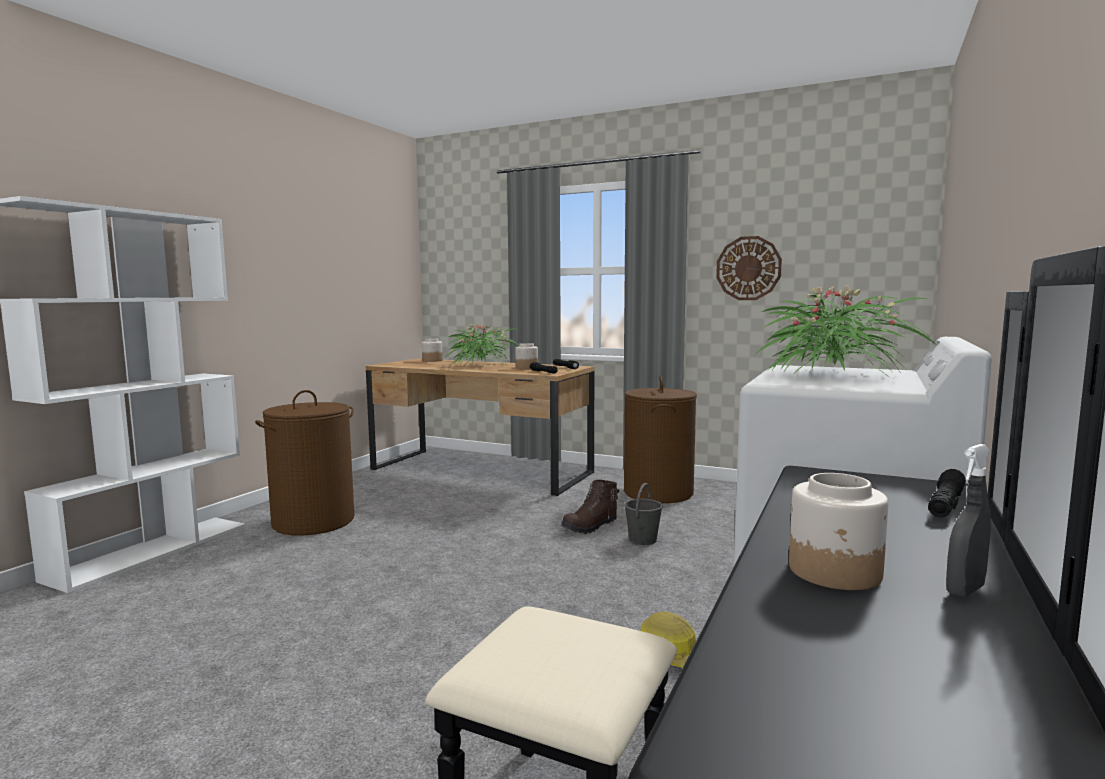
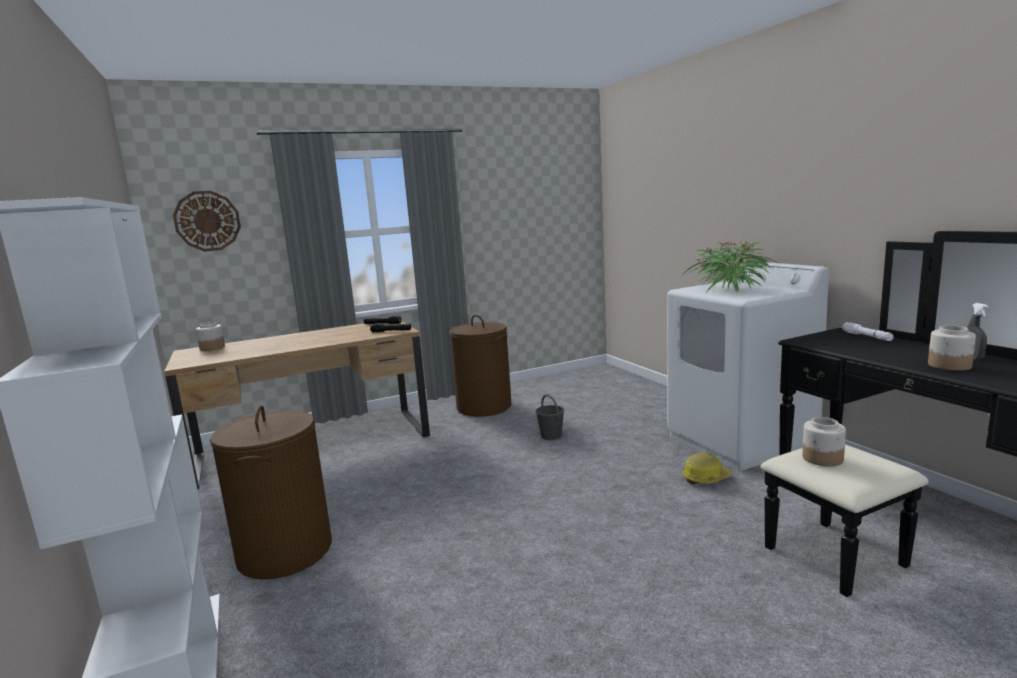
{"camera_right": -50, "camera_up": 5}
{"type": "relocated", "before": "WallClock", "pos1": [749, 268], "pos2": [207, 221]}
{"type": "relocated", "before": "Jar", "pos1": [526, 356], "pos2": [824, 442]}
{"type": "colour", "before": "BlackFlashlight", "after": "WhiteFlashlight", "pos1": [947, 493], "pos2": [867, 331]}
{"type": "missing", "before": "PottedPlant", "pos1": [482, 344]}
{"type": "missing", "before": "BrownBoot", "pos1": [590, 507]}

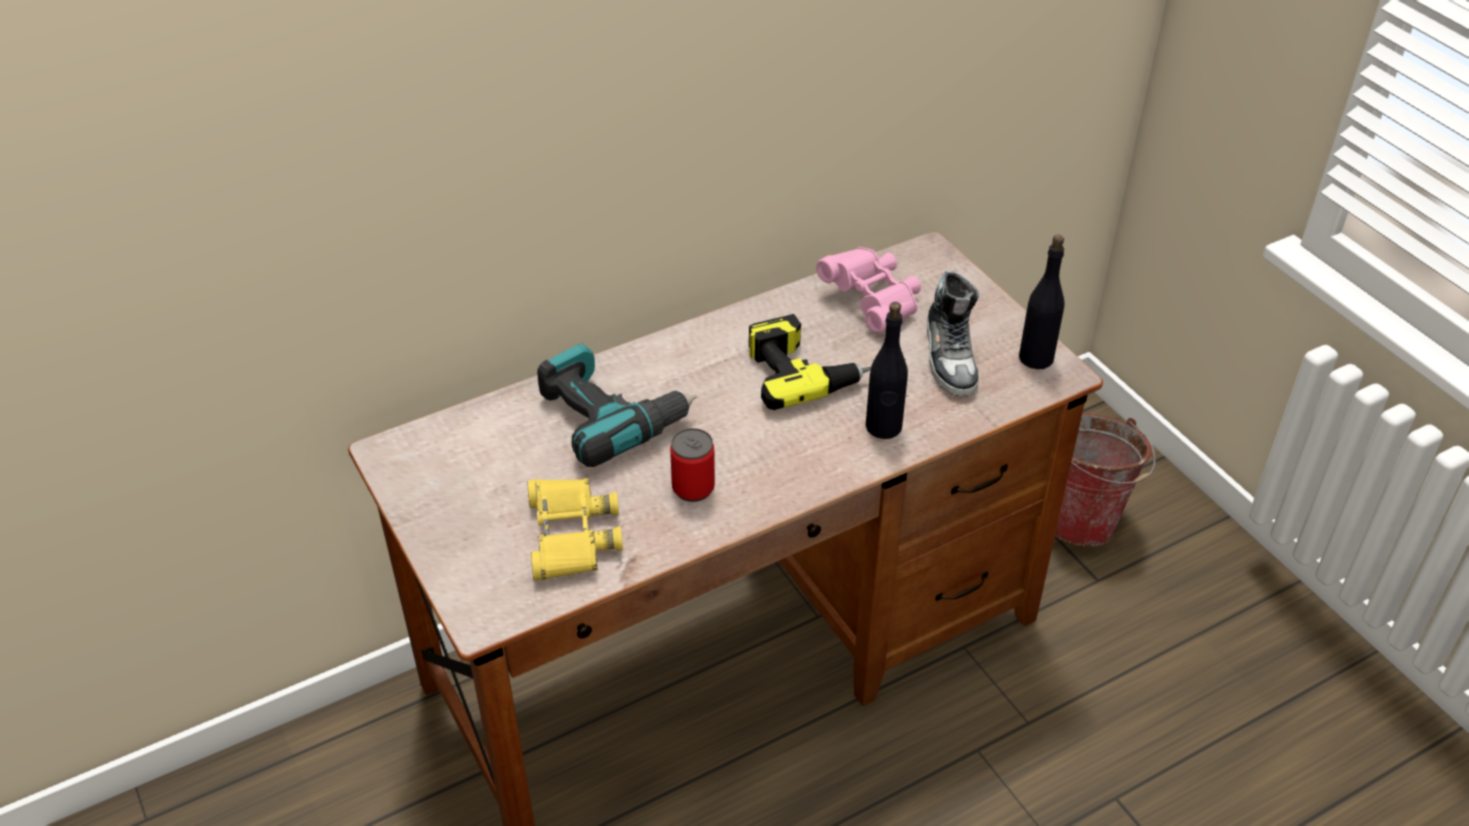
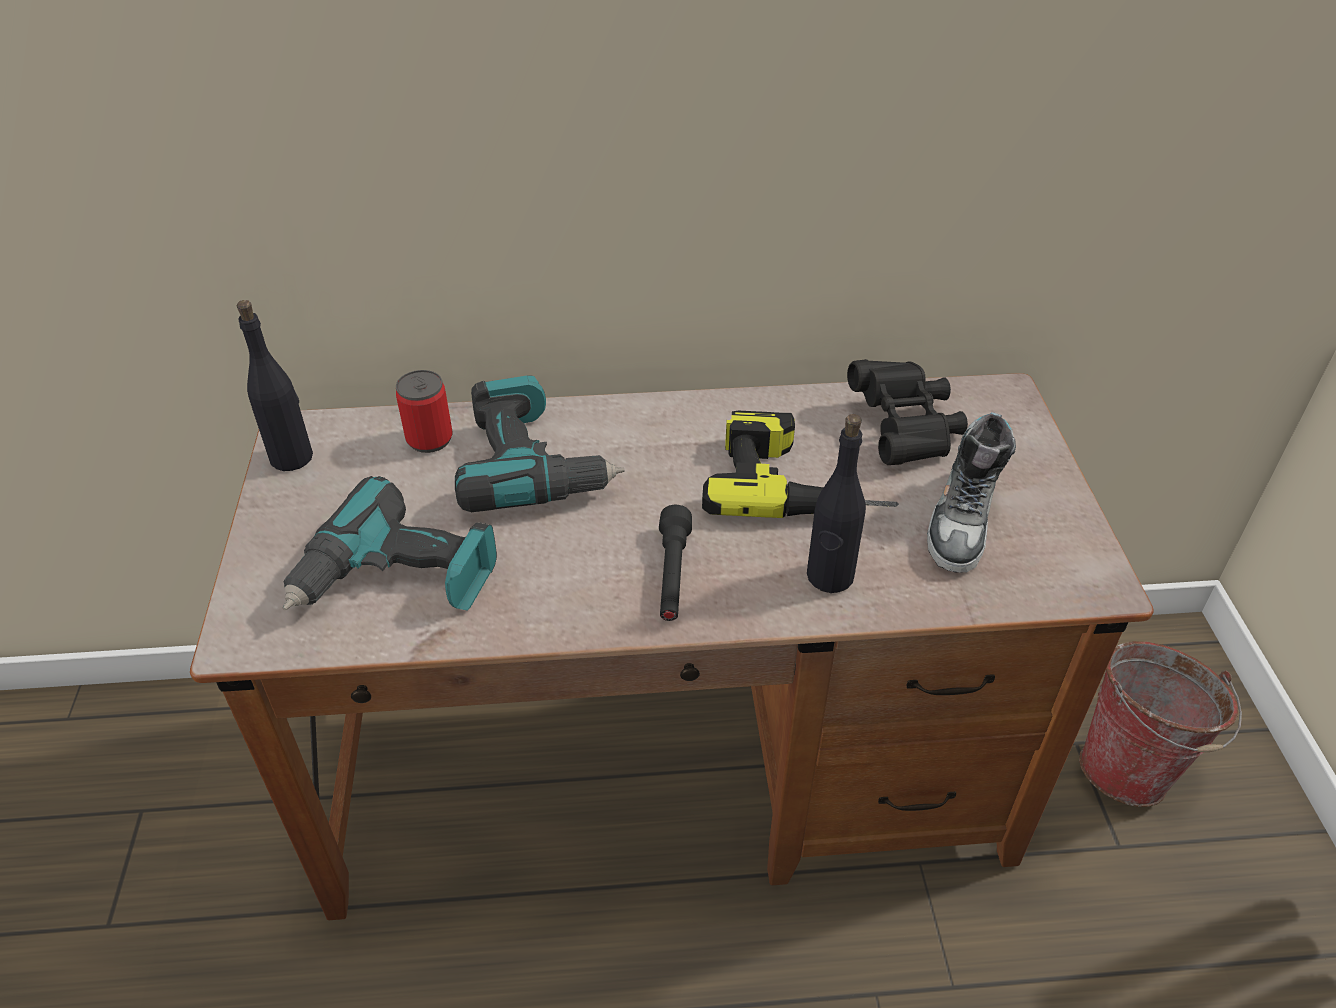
{"camera_right": 25, "camera_up": 0}
{"type": "relocated", "before": "BlackBottle", "pos1": [1042, 302], "pos2": [275, 385]}
{"type": "exchanged", "before": "YellowBinoculars", "after": "PowerDrill", "pos1": [575, 529], "pos2": [389, 543]}
{"type": "relocated", "before": "Can", "pos1": [692, 465], "pos2": [424, 411]}
{"type": "appeared", "after": "BlackFlashlight", "pos2": [675, 563]}
{"type": "colour", "before": "PinkBinoculars", "after": "BlackBinoculars", "pos1": [868, 290], "pos2": [907, 412]}

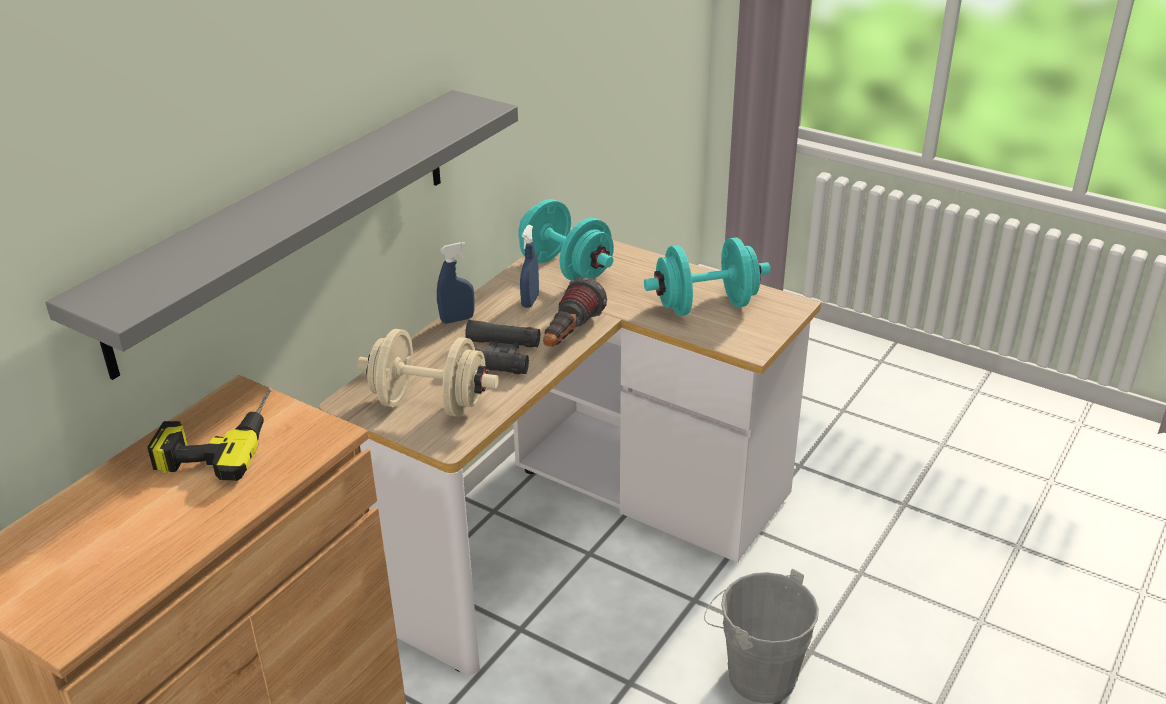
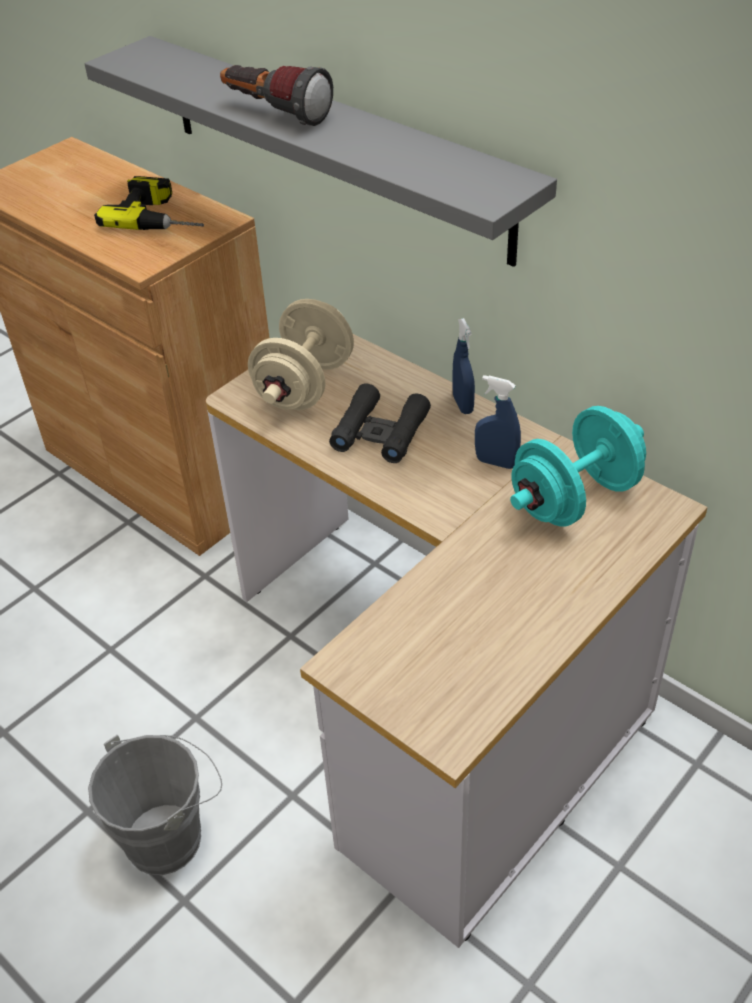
{"camera_right": 100, "camera_up": 10}
{"type": "relocated", "before": "Flashlight", "pos1": [575, 312], "pos2": [276, 95]}
{"type": "missing", "before": "TurquoiseDumbbell", "pos1": [707, 277]}

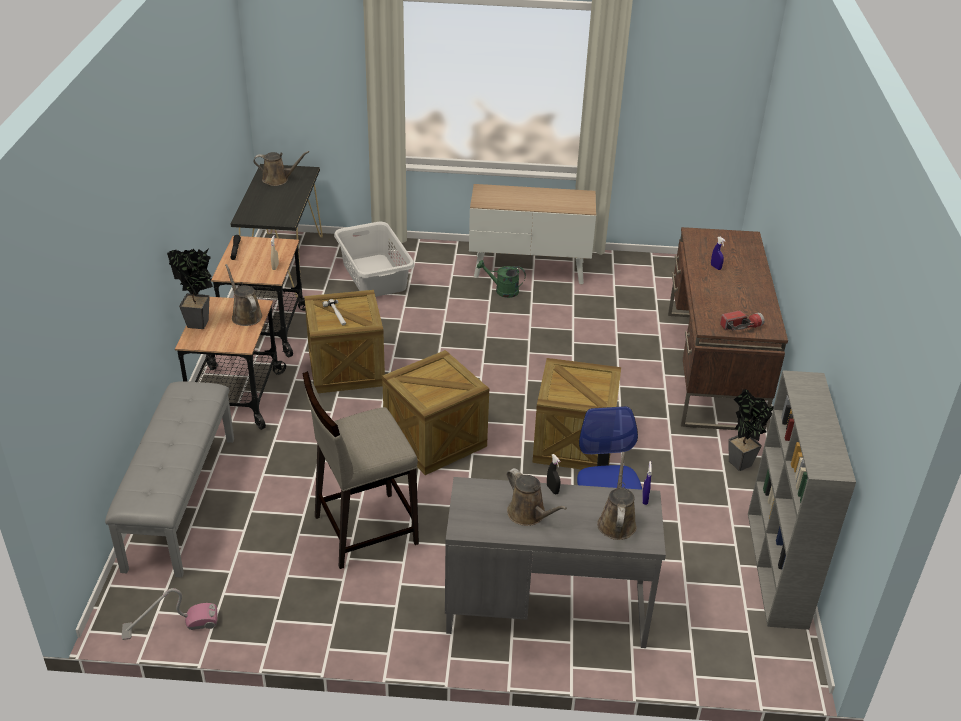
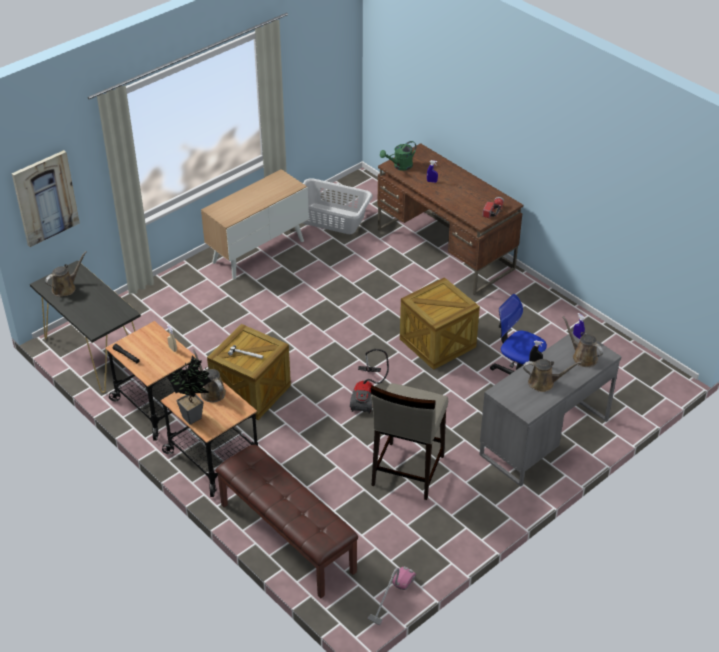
{"camera_right": -45, "camera_up": 5}
{"type": "appeared", "after": "Picture", "pos2": [46, 198]}
{"type": "spun", "before": "BrownWateringCan", "pos1": [243, 295], "pos2": [209, 375], "turn": 45}
{"type": "colour", "before": "GreyBench", "after": "BrownBench", "pos1": [169, 479], "pos2": [286, 521]}
{"type": "relocated", "before": "GreyLaundryBasket", "pos1": [374, 259], "pos2": [338, 206]}
{"type": "exchanged", "before": "Crate", "after": "VacuumCleaner", "pos1": [435, 412], "pos2": [369, 381]}
{"type": "relocated", "before": "GreenWateringCan", "pos1": [501, 279], "pos2": [398, 156]}
{"type": "missing", "before": "PottedPlant", "pos1": [751, 430]}
{"type": "missing", "before": "GreyBookcase", "pos1": [802, 500]}

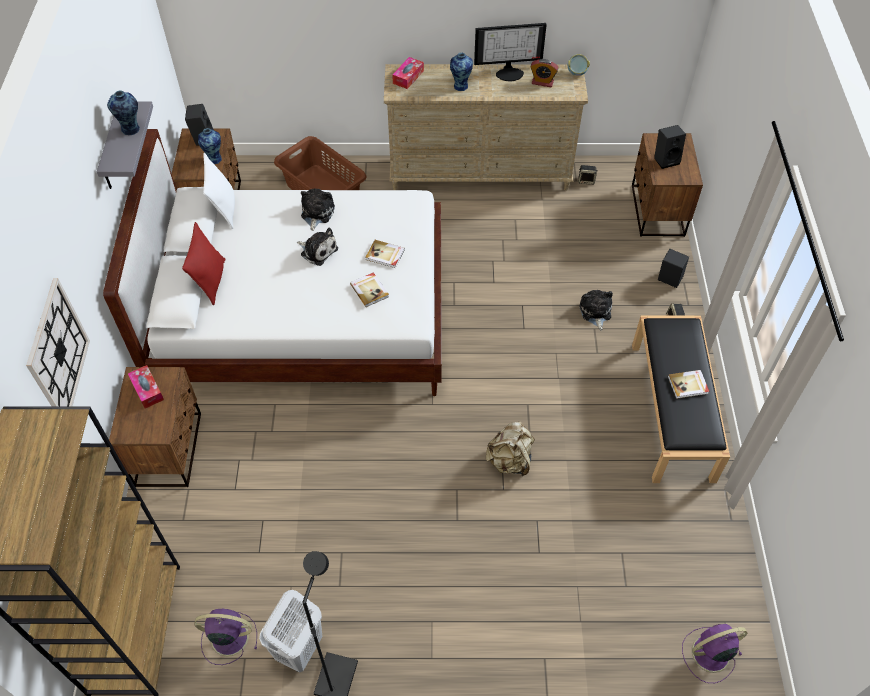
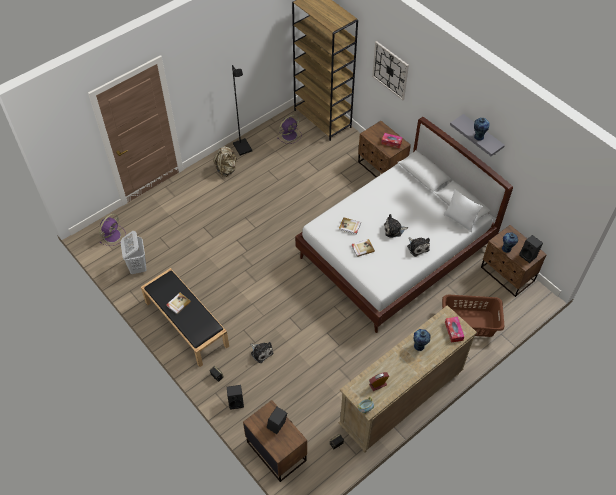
{"camera_right": 140, "camera_up": 0}
{"type": "relocated", "before": "WhiteLaundryBasket", "pos1": [290, 631], "pos2": [133, 252]}
{"type": "relocated", "before": "BeigeBackpack", "pos1": [510, 449], "pos2": [225, 161]}
{"type": "missing", "before": "RedPillow", "pos1": [204, 263]}
{"type": "missing", "before": "Monitor", "pos1": [510, 52]}

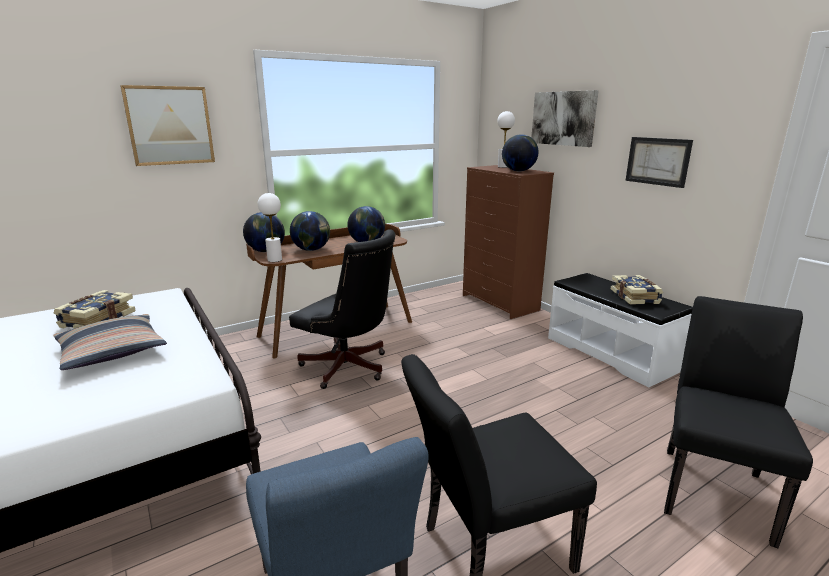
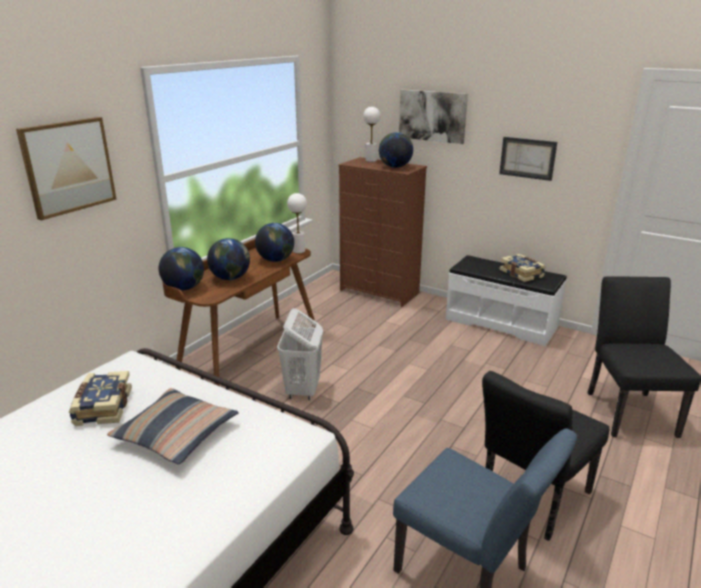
{"camera_right": -25, "camera_up": 5}
{"type": "exchanged", "before": "BlackOfficeChair", "after": "WhiteLaundryBasket", "pos1": [342, 309], "pos2": [300, 354]}
{"type": "relocated", "before": "WhiteTableLamp", "pos1": [270, 227], "pos2": [297, 223]}

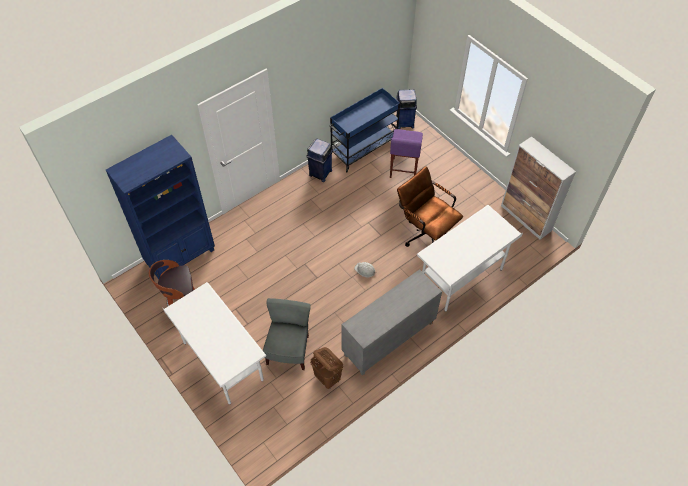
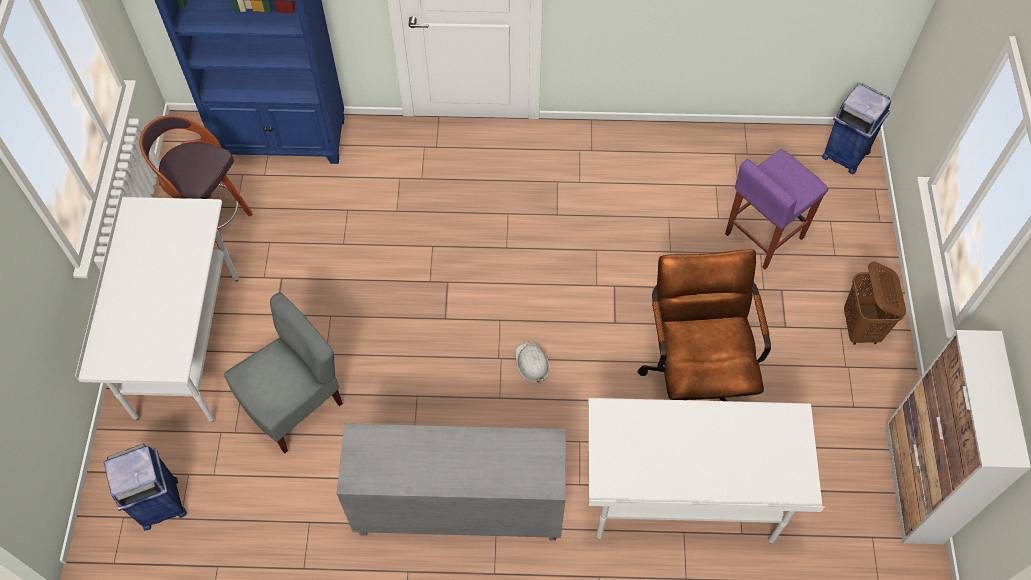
{"camera_right": 40, "camera_up": 5}
{"type": "relocated", "before": "BlueTrashCan", "pos1": [319, 160], "pos2": [145, 487]}
{"type": "relocated", "before": "BrownLaundryBasket", "pos1": [326, 368], "pos2": [875, 303]}
{"type": "missing", "before": "BlueCart", "pos1": [364, 130]}

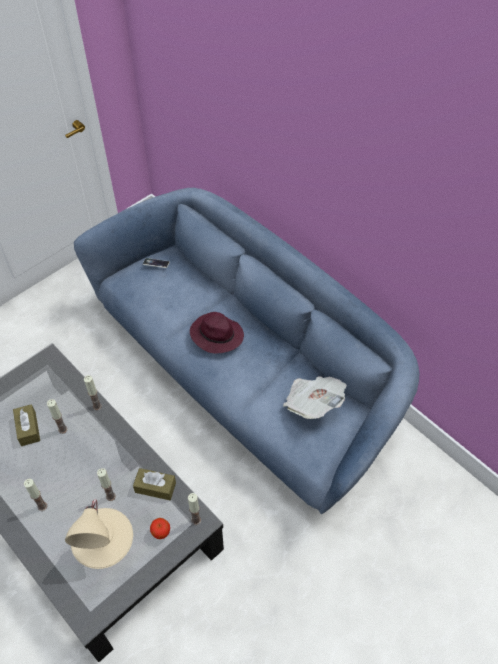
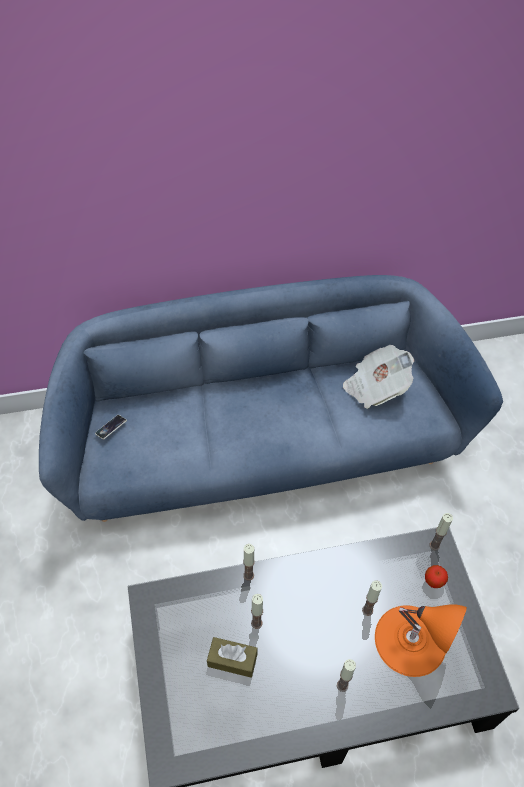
{"camera_right": -60, "camera_up": 0}
{"type": "colour", "before": "BeigeTableLamp", "after": "OrangeTableLamp", "pos1": [99, 534], "pos2": [421, 640]}
{"type": "missing", "before": "BrownTissueBox", "pos1": [154, 484]}
{"type": "missing", "before": "PurpleHat", "pos1": [217, 333]}

